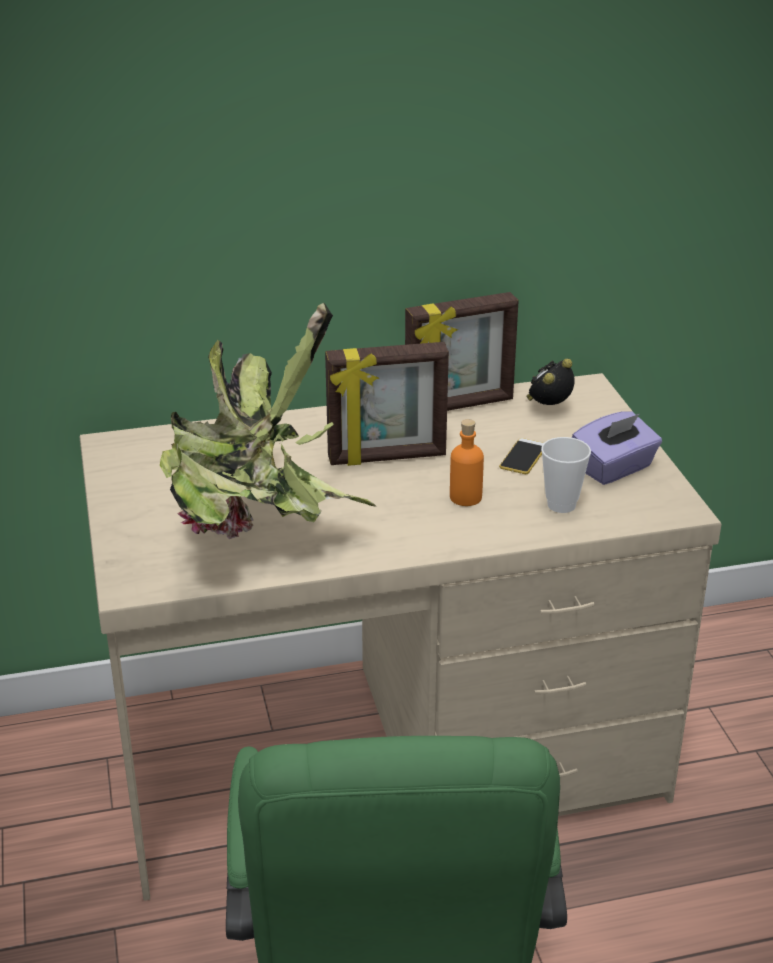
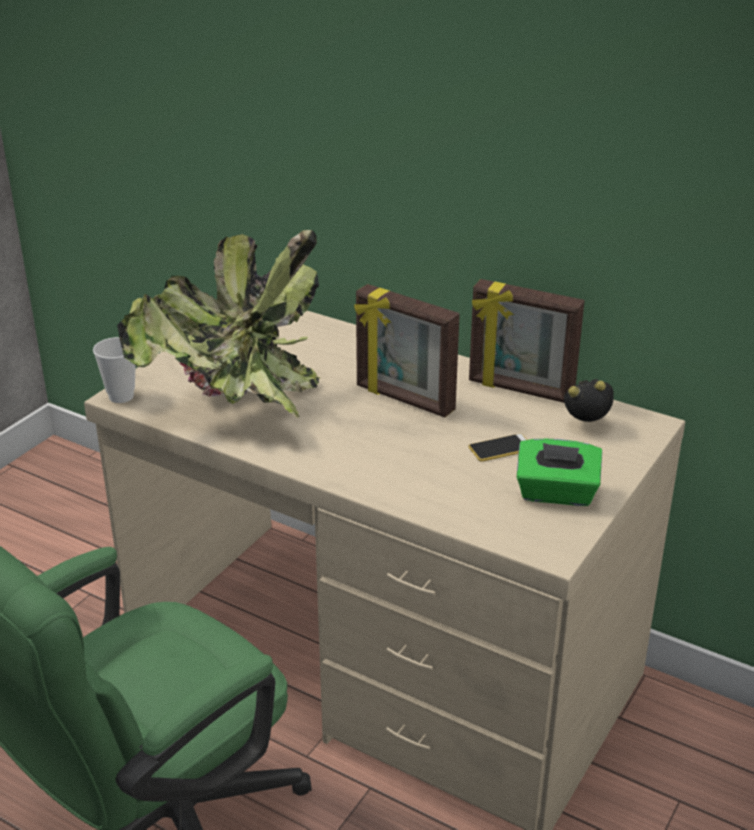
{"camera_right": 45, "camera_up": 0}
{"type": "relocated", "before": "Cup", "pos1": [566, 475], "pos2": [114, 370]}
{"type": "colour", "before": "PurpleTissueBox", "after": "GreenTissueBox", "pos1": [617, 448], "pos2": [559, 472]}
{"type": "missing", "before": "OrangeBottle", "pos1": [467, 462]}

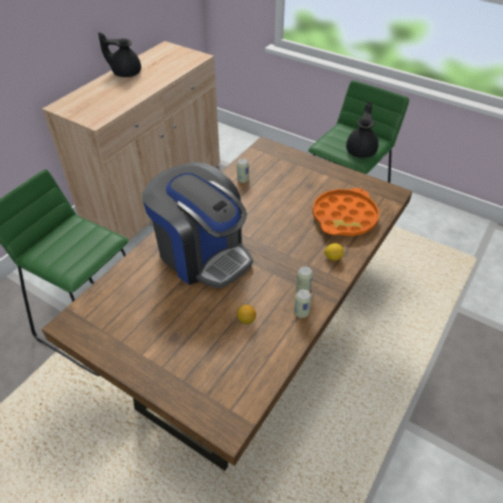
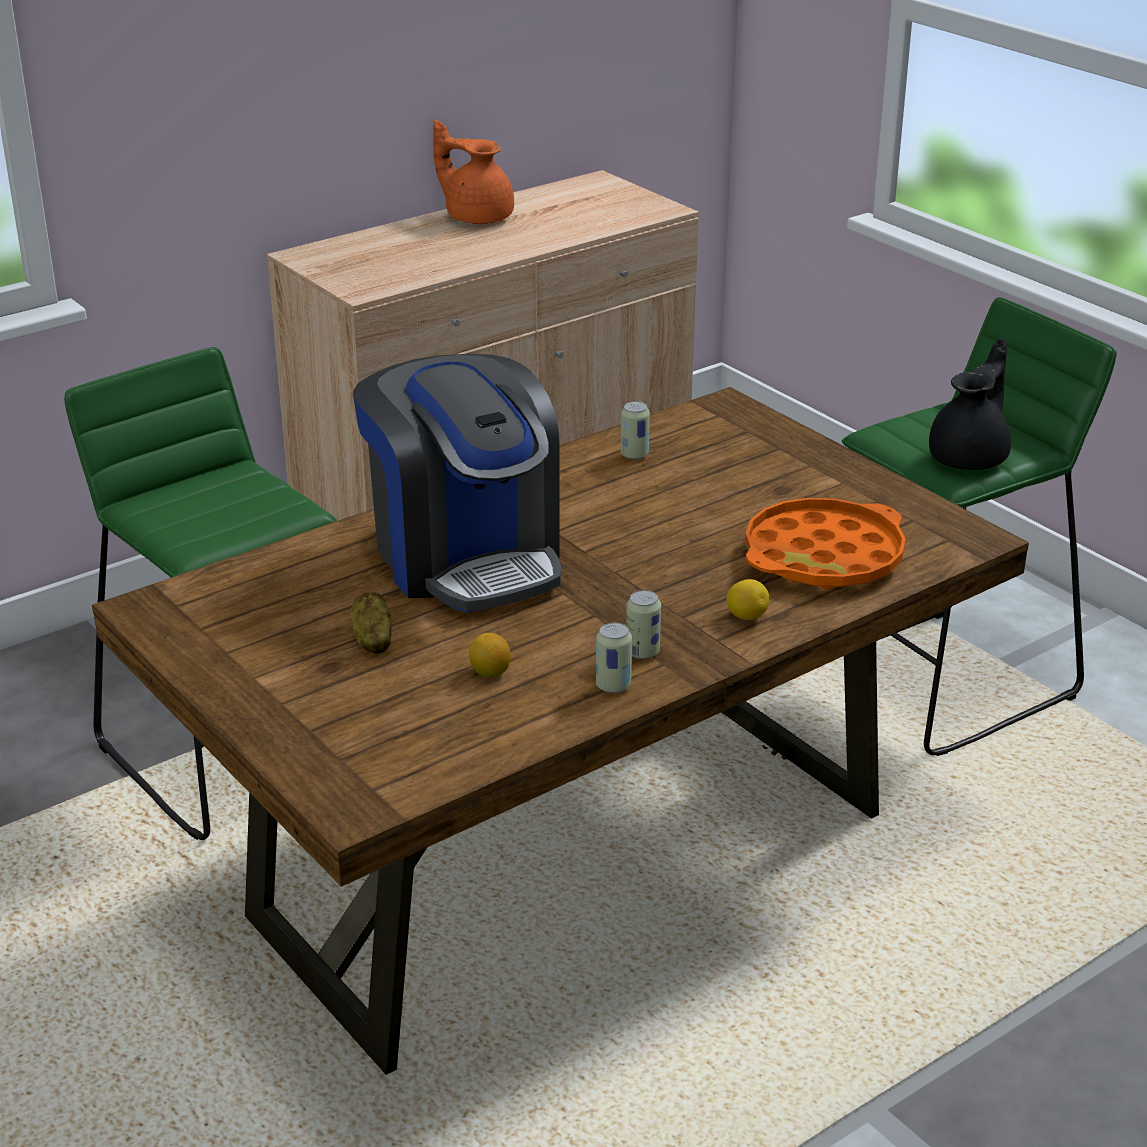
{"camera_right": 20, "camera_up": -15}
{"type": "appeared", "after": "Potato", "pos2": [371, 623]}
{"type": "colour", "before": "BlackTeapot", "after": "OrangeTeapot", "pos1": [119, 54], "pos2": [473, 172]}

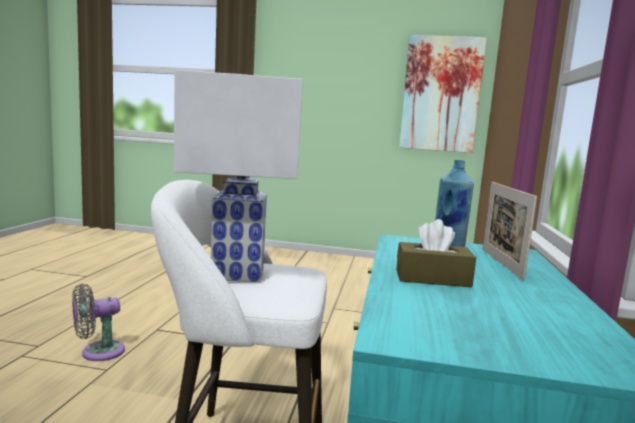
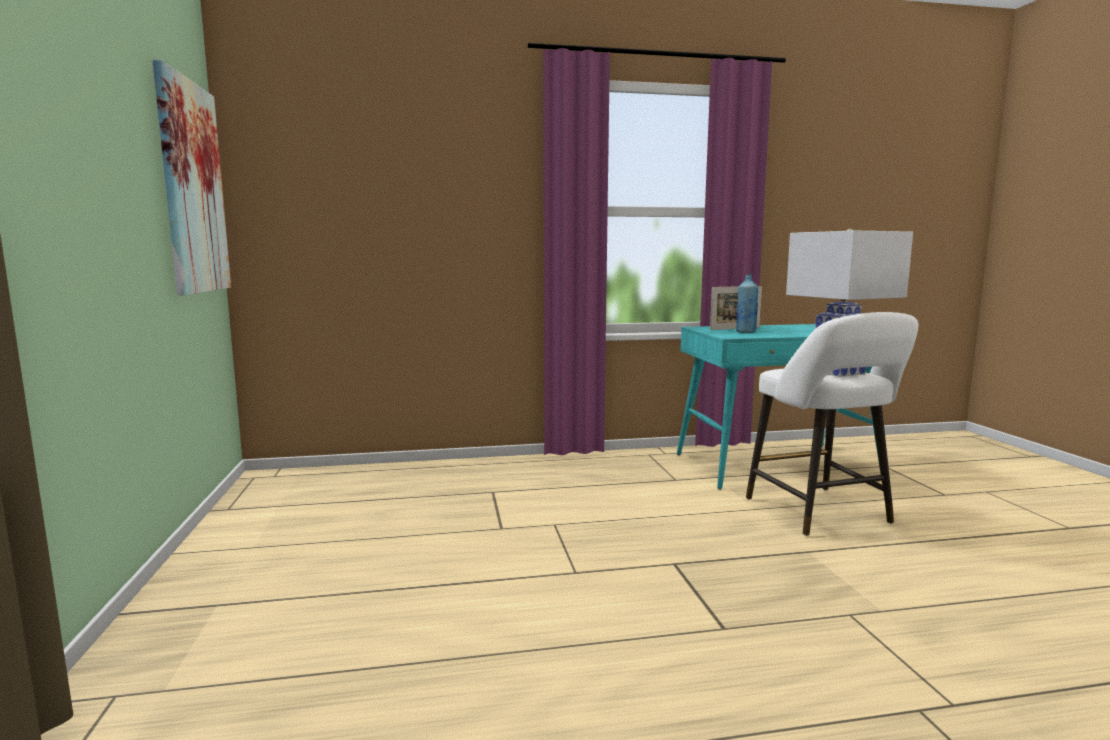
{"camera_right": -110, "camera_up": 0}
{"type": "missing", "before": "GreyFan", "pos1": [98, 322]}
{"type": "missing", "before": "BrownTissueBox", "pos1": [436, 253]}

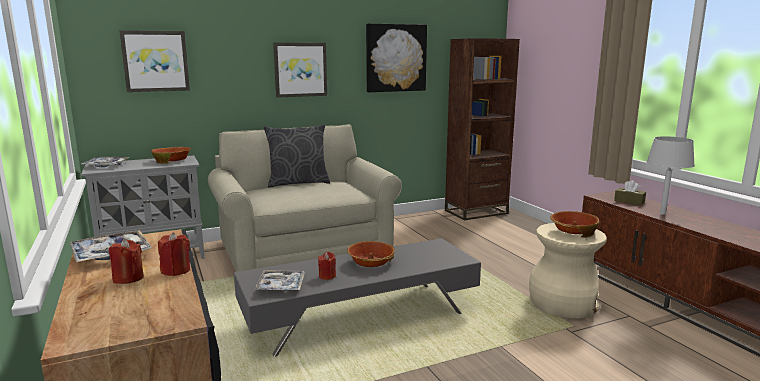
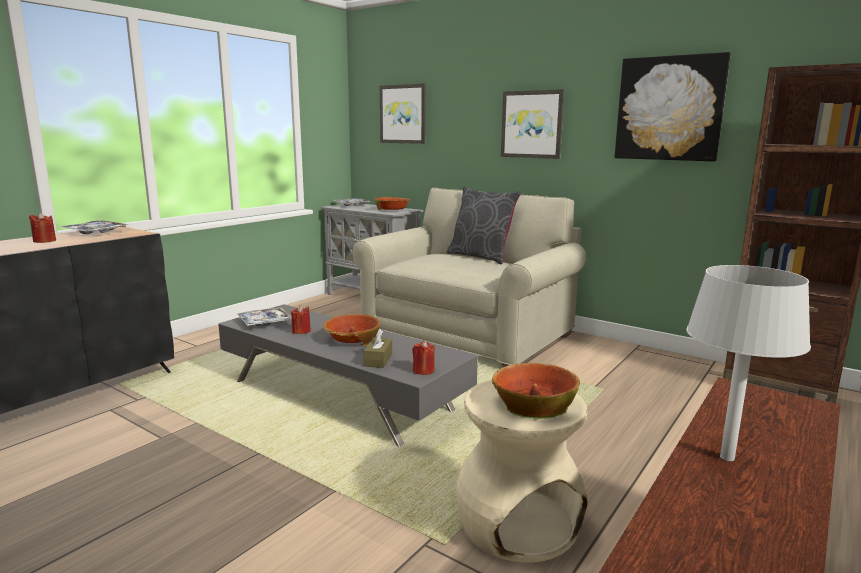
{"camera_right": 60, "camera_up": 0}
{"type": "relocated", "before": "BrownTissueBox", "pos1": [630, 192], "pos2": [378, 348]}
{"type": "relocated", "before": "RedCandle", "pos1": [174, 254], "pos2": [424, 358]}

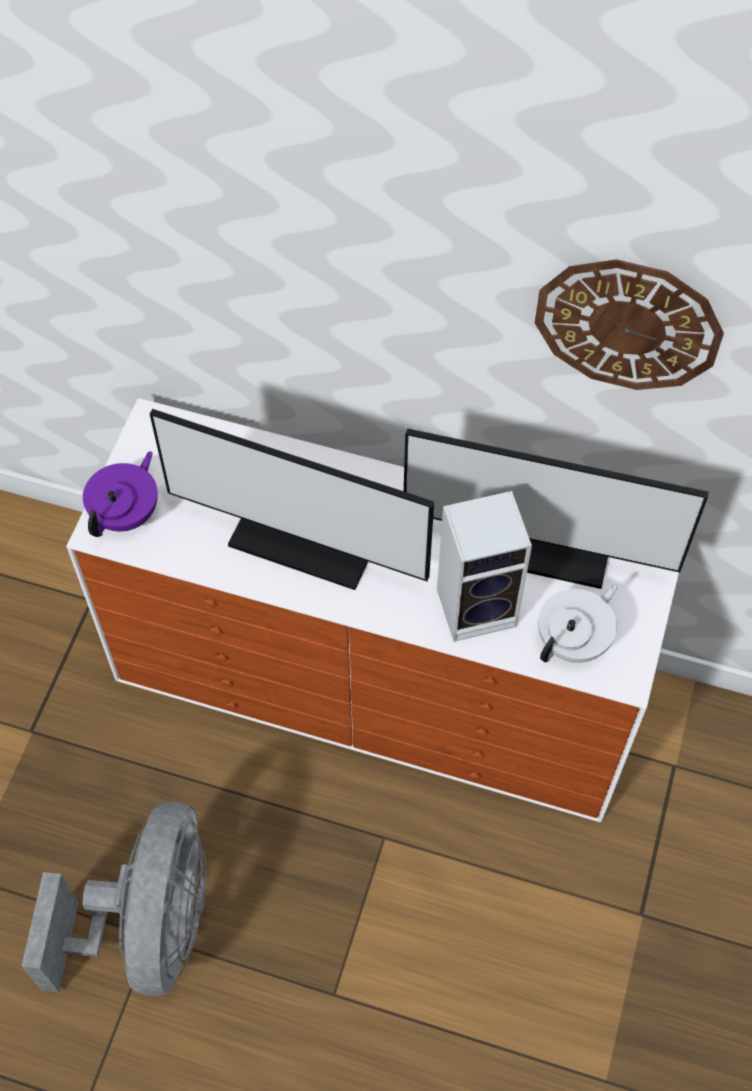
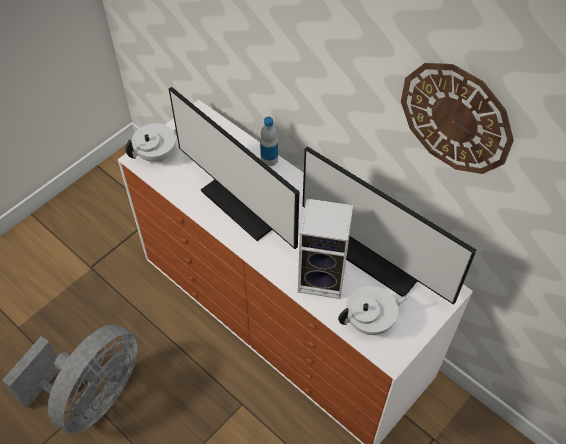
{"camera_right": 25, "camera_up": -5}
{"type": "colour", "before": "PurpleTeapot", "after": "WhiteTeapot", "pos1": [120, 494], "pos2": [151, 142]}
{"type": "appeared", "after": "Bottle", "pos2": [269, 141]}

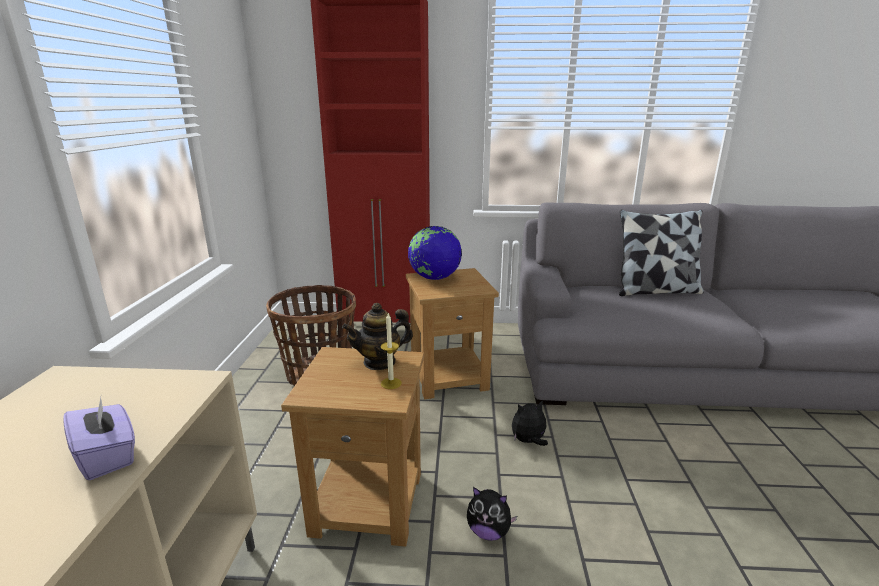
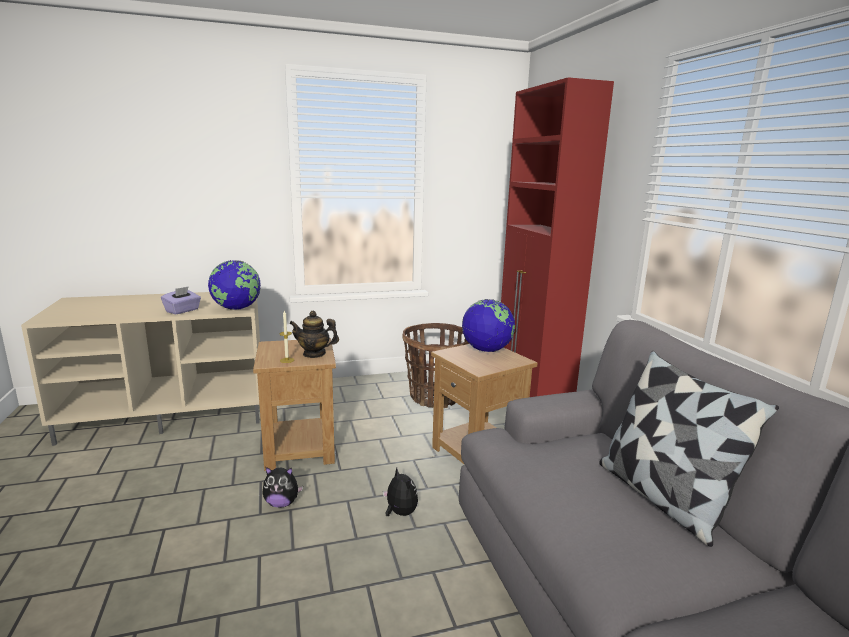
{"camera_right": 70, "camera_up": -5}
{"type": "appeared", "after": "Globe", "pos2": [234, 285]}
{"type": "spun", "before": "PlushToy", "pos1": [492, 514], "pos2": [282, 487], "turn": -90}
{"type": "spun", "before": "Teapot", "pos1": [377, 336], "pos2": [314, 334], "turn": -45}

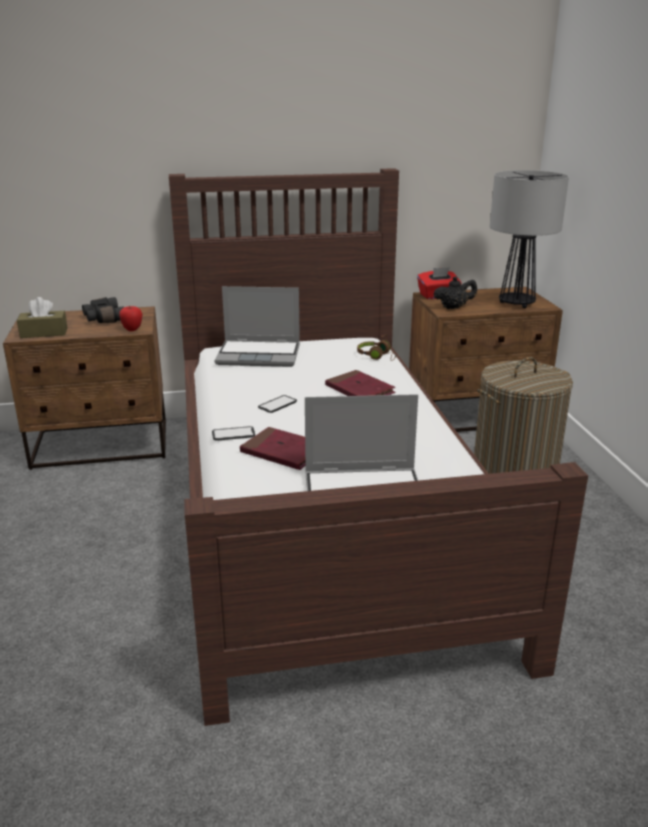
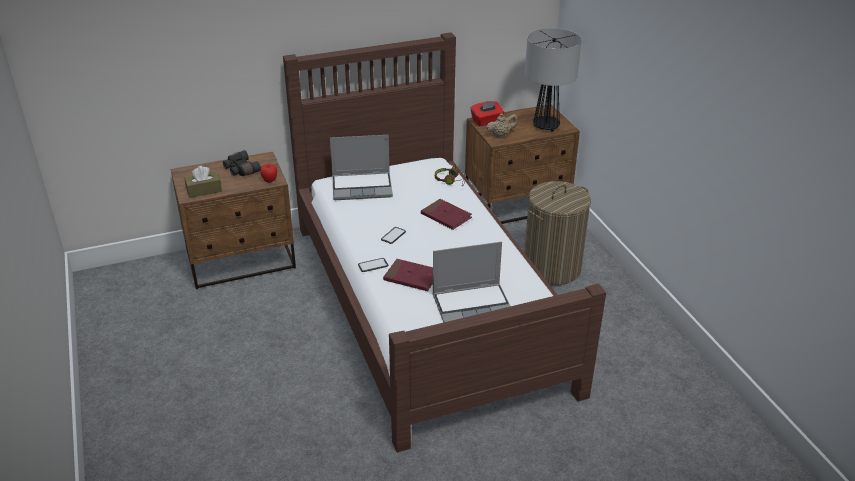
{"camera_right": -10, "camera_up": 10}
{"type": "colour", "before": "BlackTeapot", "after": "BeigeTeapot", "pos1": [455, 292], "pos2": [502, 125]}

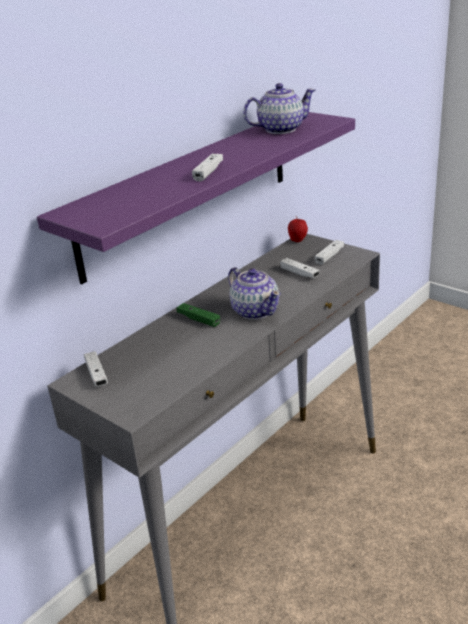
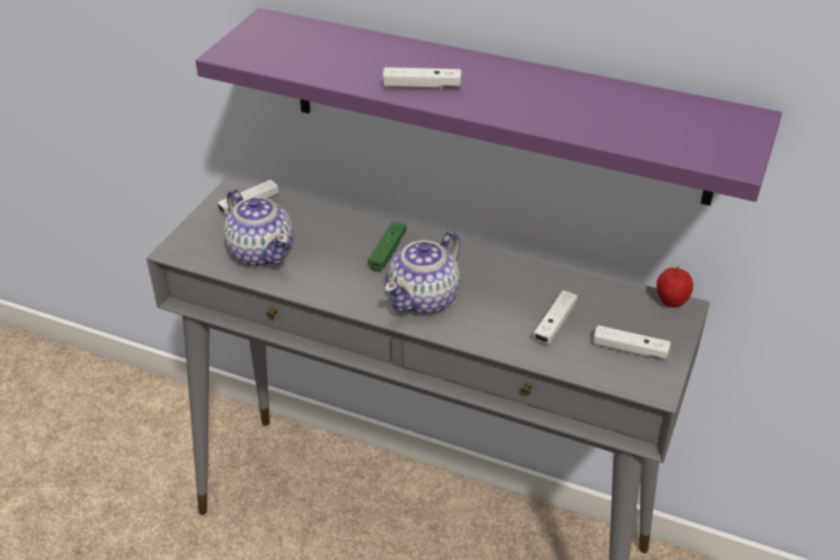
{"camera_right": 70, "camera_up": 10}
{"type": "relocated", "before": "Teapot", "pos1": [279, 108], "pos2": [258, 228]}

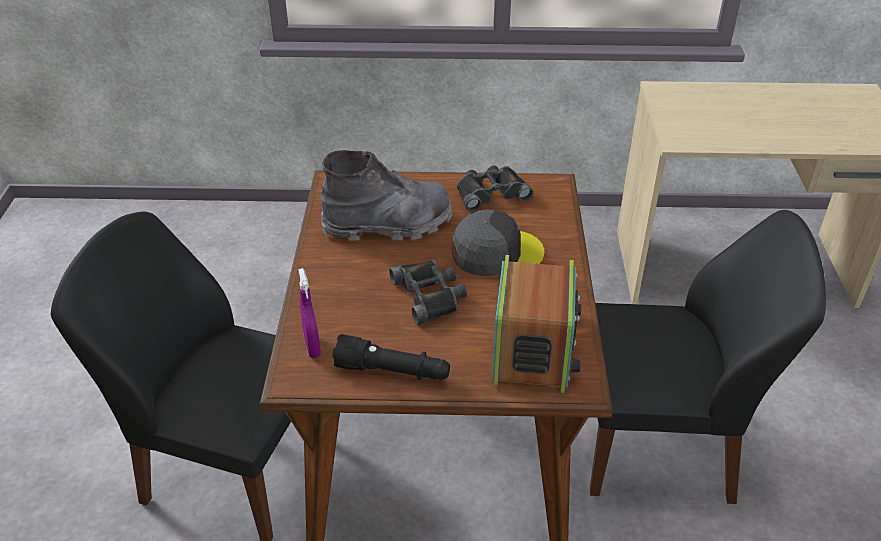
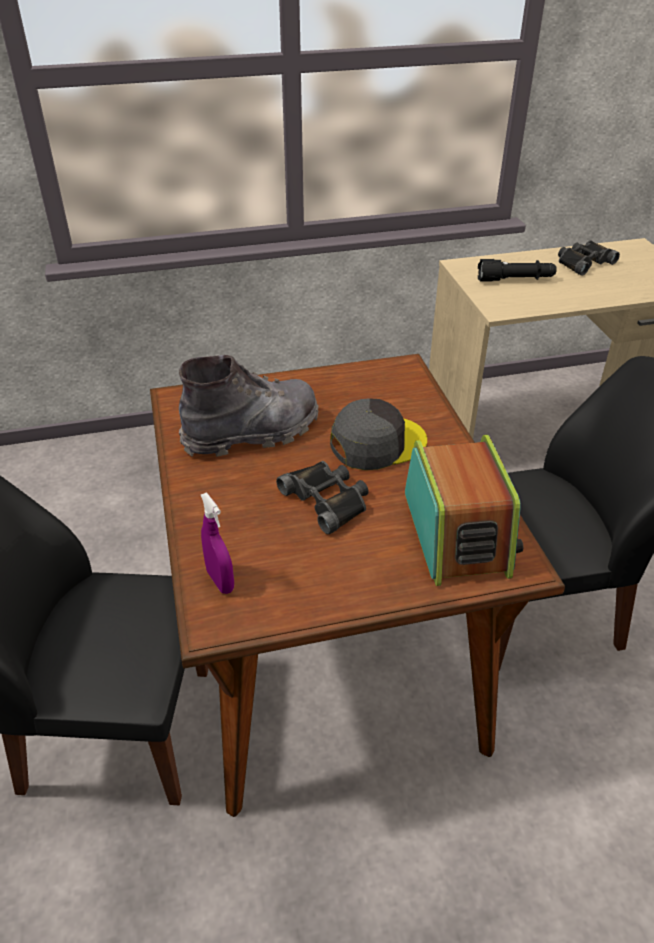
{"camera_right": -15, "camera_up": 0}
{"type": "relocated", "before": "BlackFlashlight", "pos1": [391, 357], "pos2": [517, 270]}
{"type": "relocated", "before": "BlackBinoculars", "pos1": [495, 189], "pos2": [589, 258]}

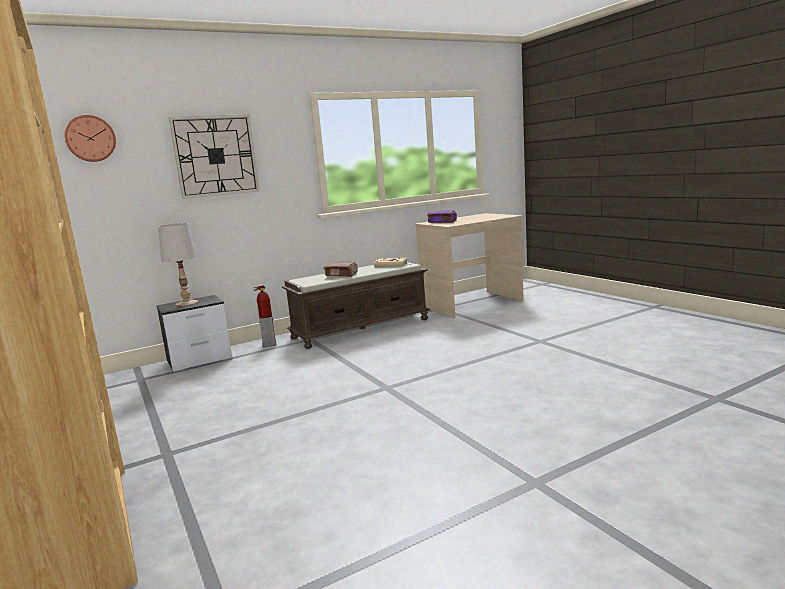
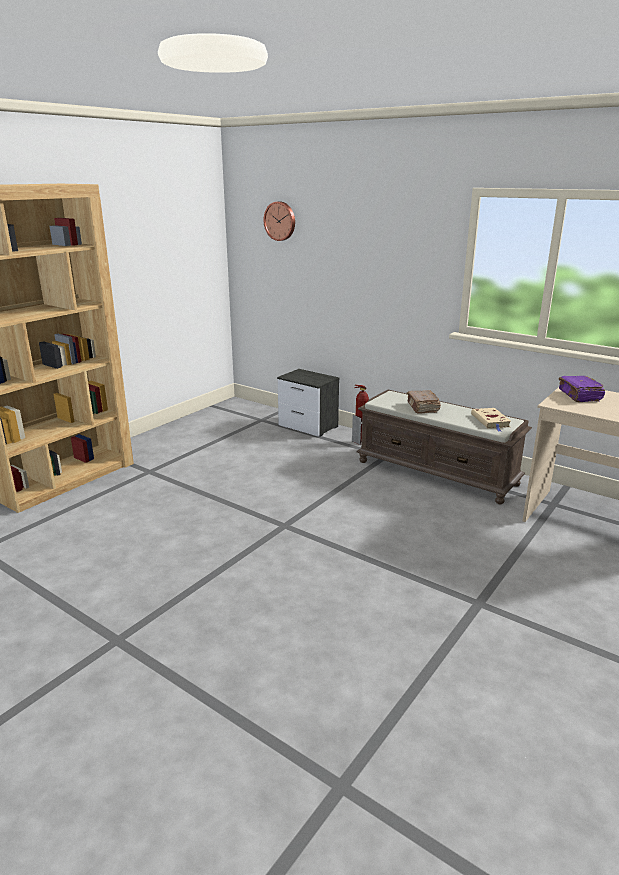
{"camera_right": 65, "camera_up": 10}
{"type": "missing", "before": "WhiteTableLamp", "pos1": [178, 265]}
{"type": "missing", "before": "WallClock", "pos1": [214, 156]}

